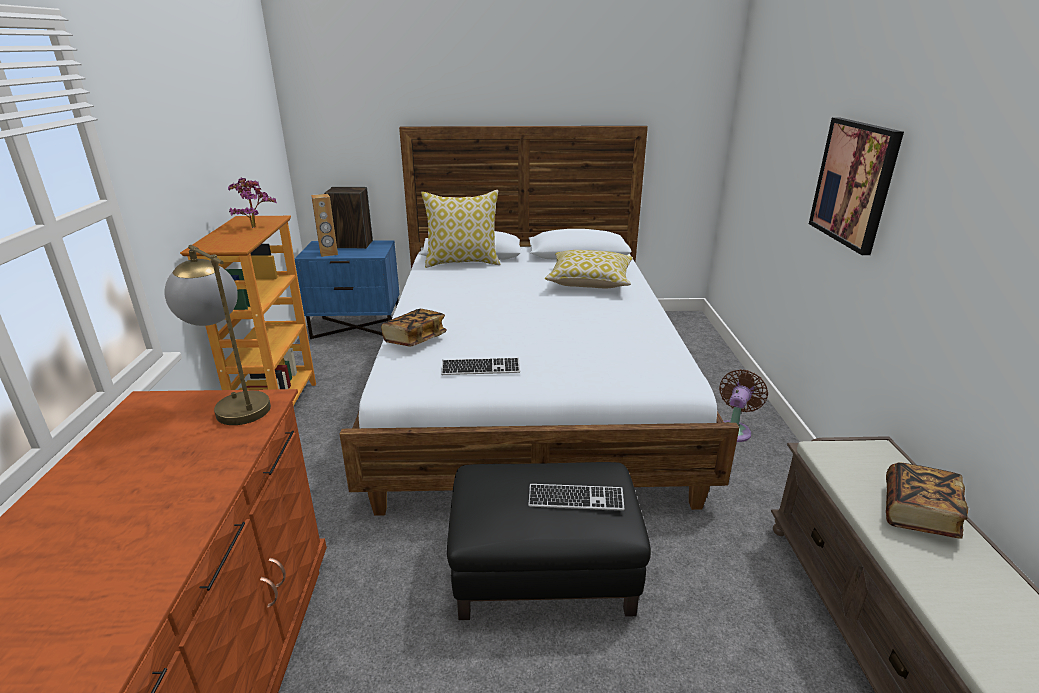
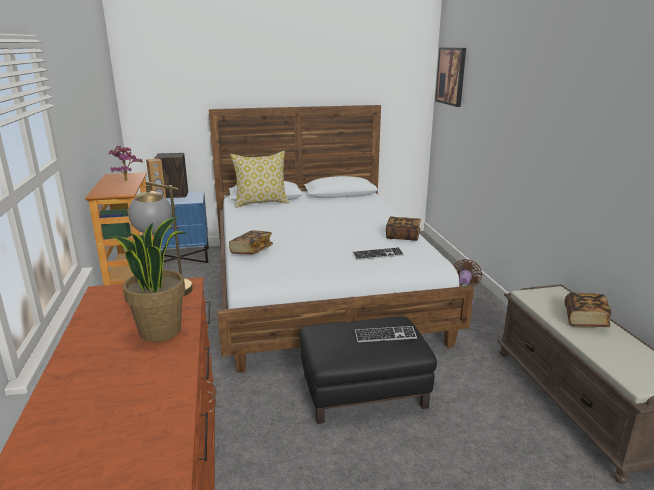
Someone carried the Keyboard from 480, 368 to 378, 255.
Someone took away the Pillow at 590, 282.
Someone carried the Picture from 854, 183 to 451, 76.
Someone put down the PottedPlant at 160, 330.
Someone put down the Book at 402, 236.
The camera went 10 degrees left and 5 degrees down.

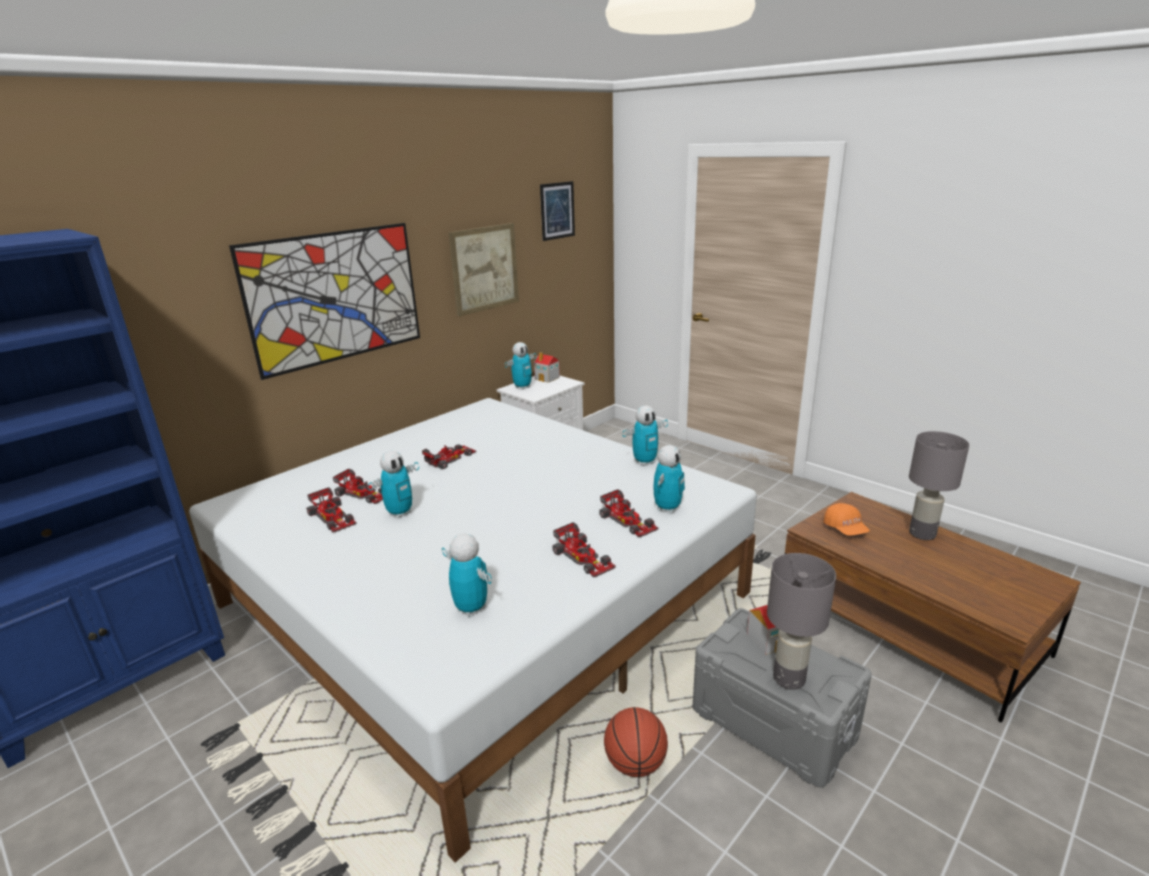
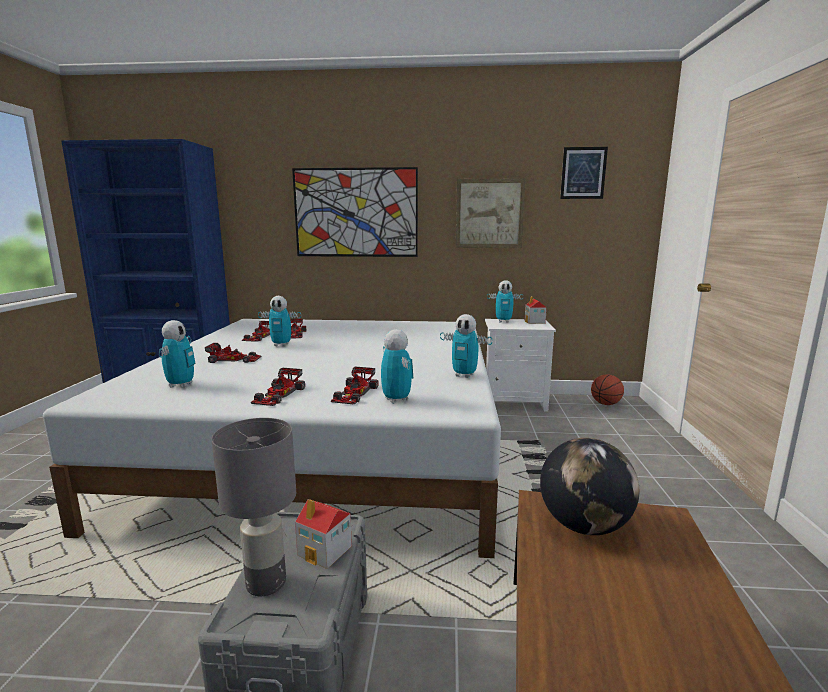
Someone carried the ToyCar from 450, 458 to 234, 359.
Someone carried the Basketball from 635, 764 to 605, 404.
Someone rotated the ToyRobot at 667, 508 by 105 degrees counterclockwise.
Someone swapped the OrangeCap at 845, 529 for the Globe at 583, 526.
Someone took away the GreyTableLamp at 922, 534.
The camera went 50 degrees right and 10 degrees down.

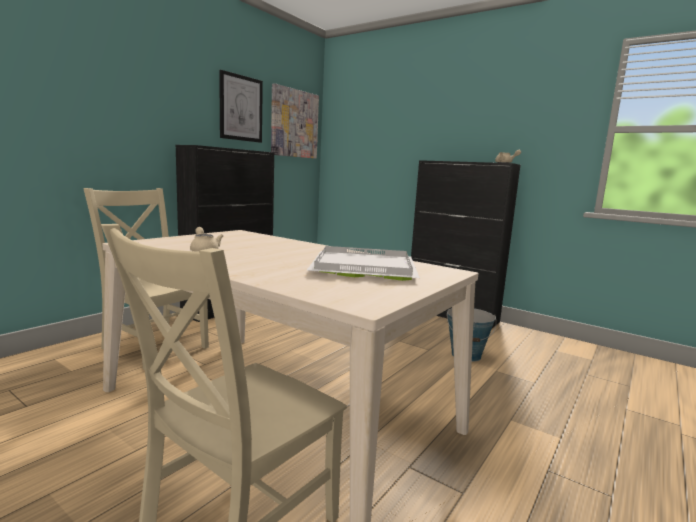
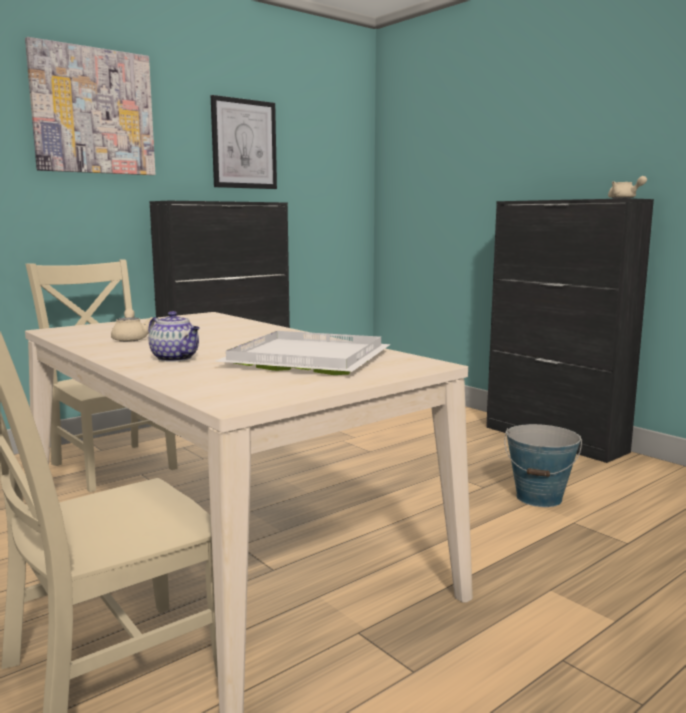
Someone carried the Picture from 294, 123 to 93, 111.
Someone put down the Teapot at 176, 358.
The camera went 15 degrees right and 0 degrees up.

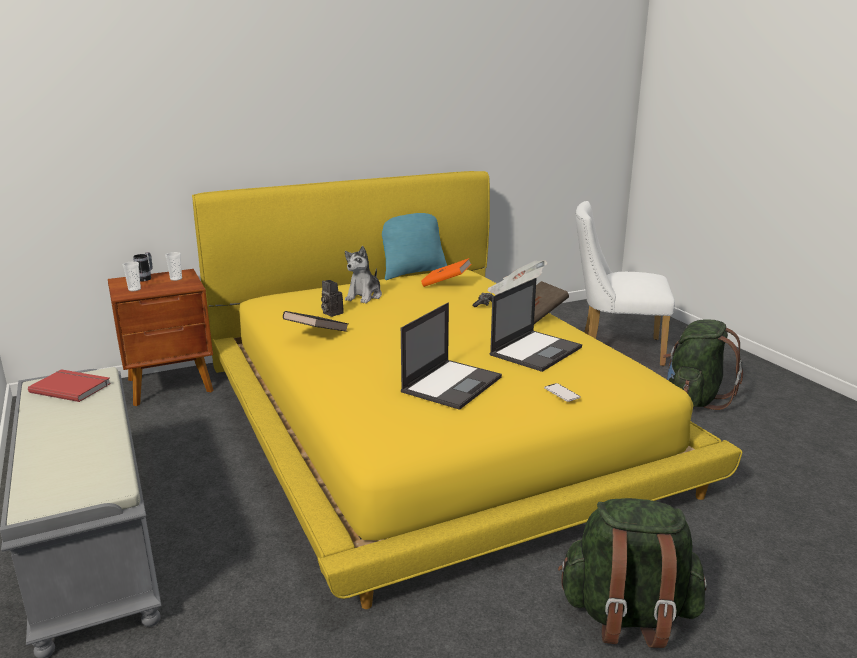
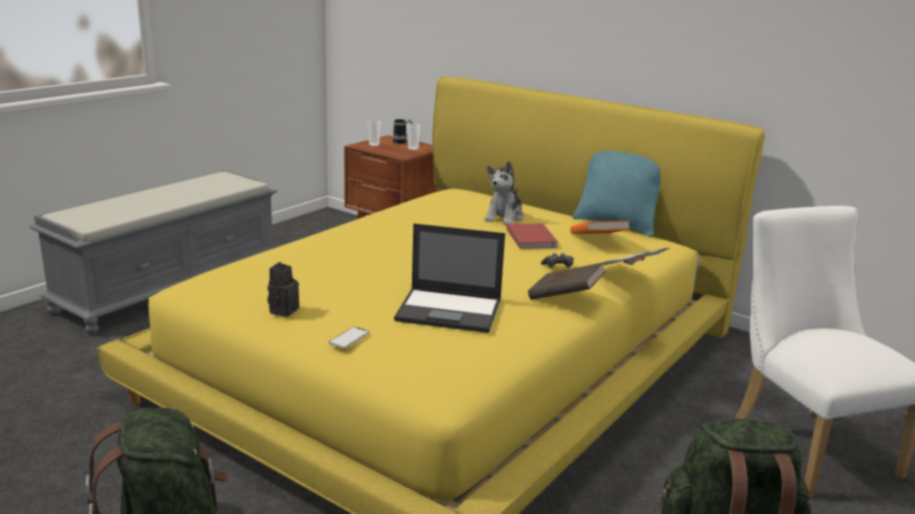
Someone carried the RedBook from 71, 387 to 533, 238.
Someone took away the BlackBook at 316, 334.
Someone carried the PhotoCamera from 331, 313 to 283, 310.
Someone rotated the PlushToy at 364, 296 by 60 degrees counterclockwise.
Someone took away the Laptop at 452, 384.
The camera went 60 degrees right and 0 degrees up.

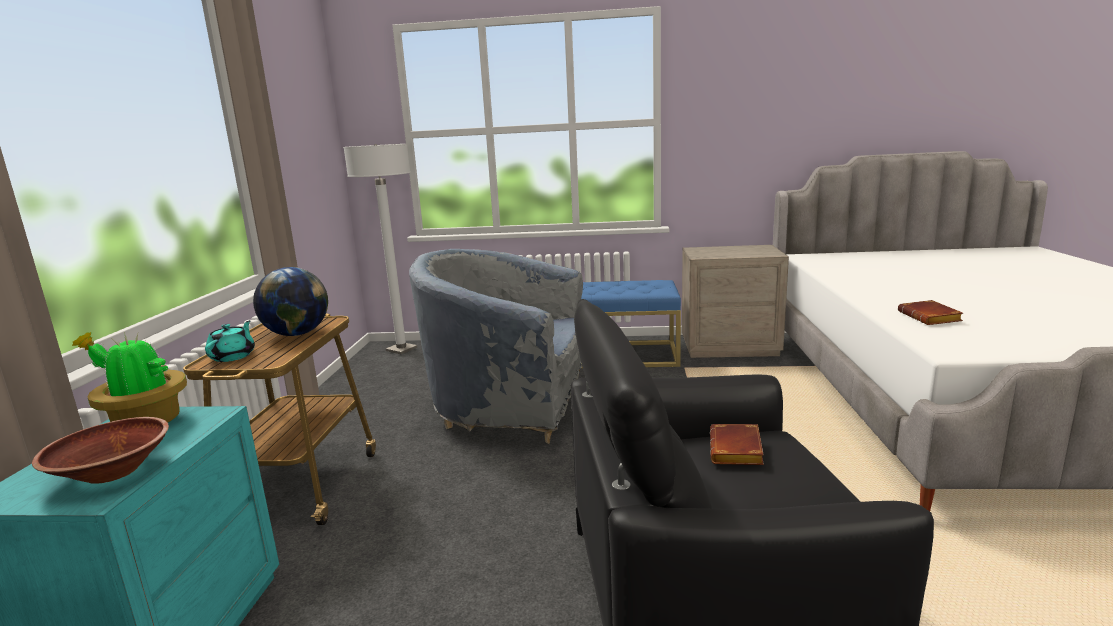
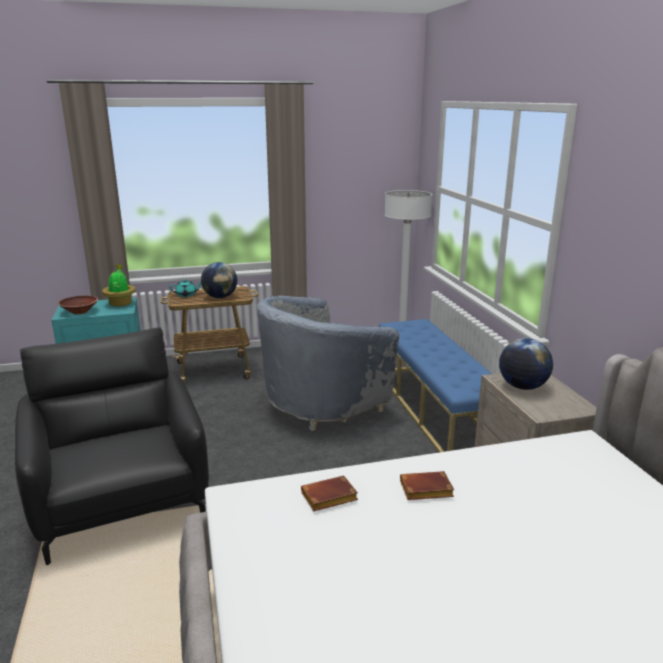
Someone rotated the GreyArmchair at 511, 409 by 120 degrees counterclockwise.
Someone carried the BrownBook from 738, 451 to 425, 491.
Someone put down the Globe at 522, 387.
The camera went 70 degrees right and 5 degrees up.

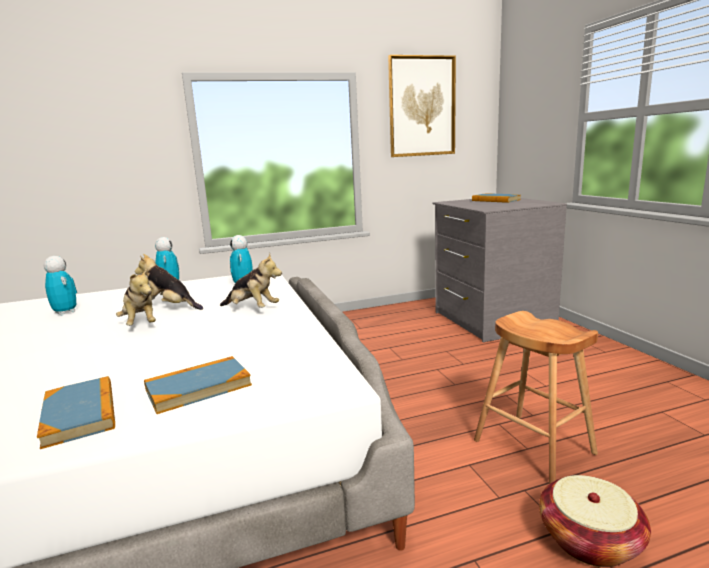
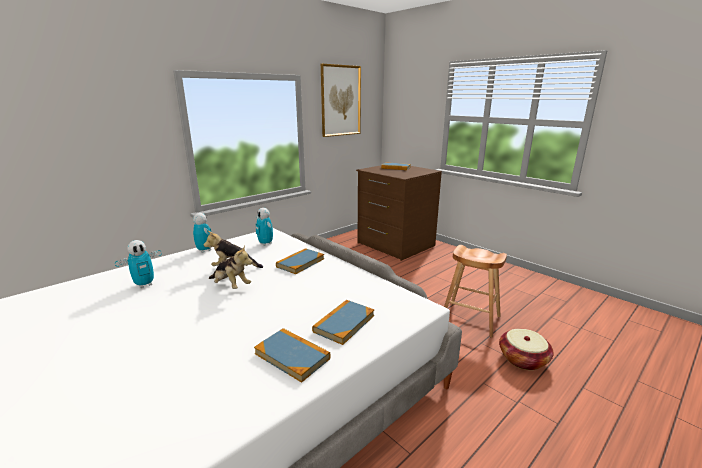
Someone rotated the ToyRobot at 65, 312 by 120 degrees clockwise.
Someone swapped the PlushToy at 252, 309 for the Book at 300, 263.
Someone repainted the GreyDresser at 491, 320, which became the BrownDresser at 395, 245.
The camera went 25 degrees left and 5 degrees up.

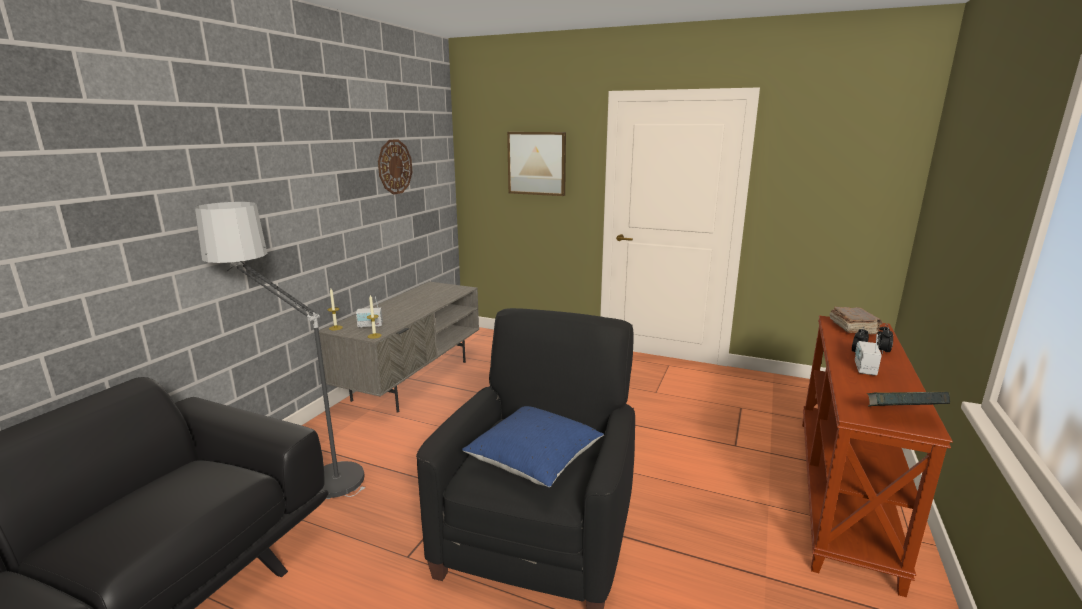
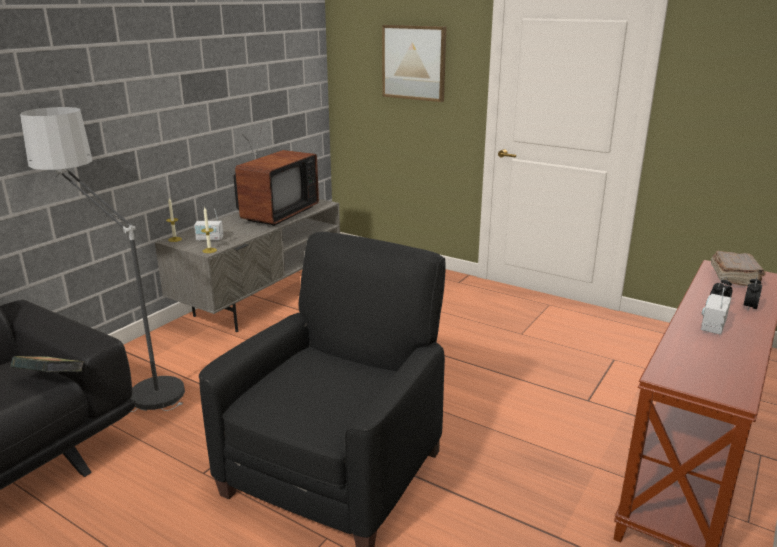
Someone took away the WallClock at 394, 167.
Someone took away the BluePillow at 534, 461.
Someone carried the Book from 901, 417 to 51, 380.
Someone put down the Television at 275, 214.
The camera went 10 degrees right and 5 degrees up.

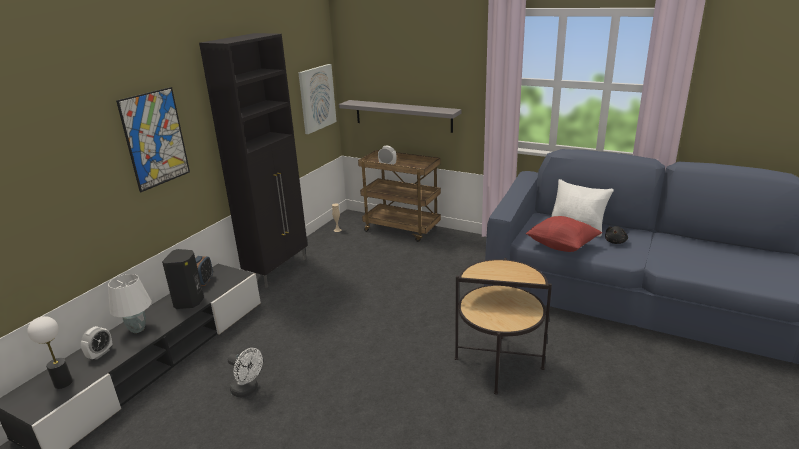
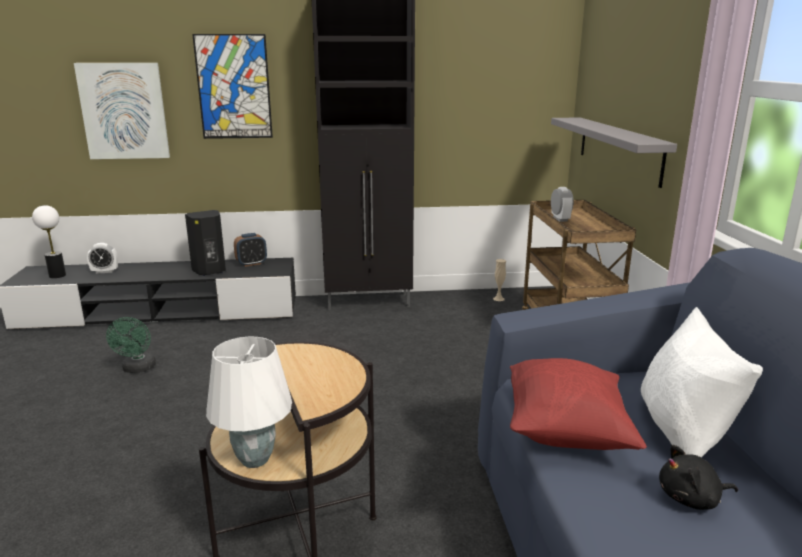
Someone carried the WhiteTableLamp from 137, 329 to 255, 459.
Someone repainted the WhiteFan at 248, 390, which became the GreenFan at 138, 369.
Someone carried the Picture from 317, 98 to 124, 111.
The camera went 55 degrees right and 5 degrees down.

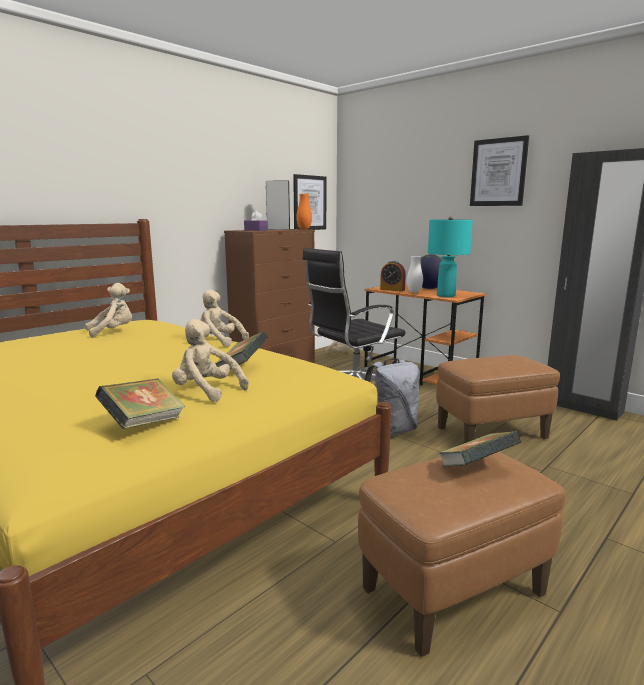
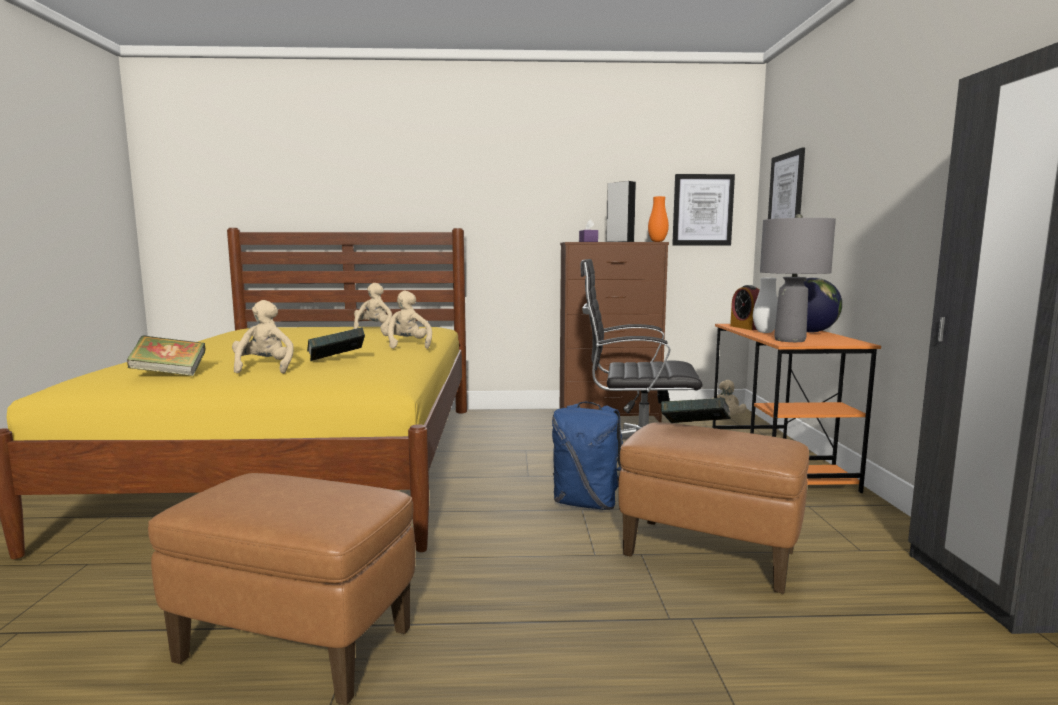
Someone rotated the BeigePlushToy at 113, 332 by 105 degrees counterclockwise.
Someone repainted the GreyBackpack at 390, 431, which became the BlueBackpack at 587, 503.
Someone repainted the TurquoiseTableLamp at 446, 296, which became the GreyTableLamp at 789, 340.
Someone carried the Book from 476, 468 to 694, 430.
Someone carried the Picture from 498, 172 to 786, 193.
The camera went 45 degrees right and 5 degrees down.

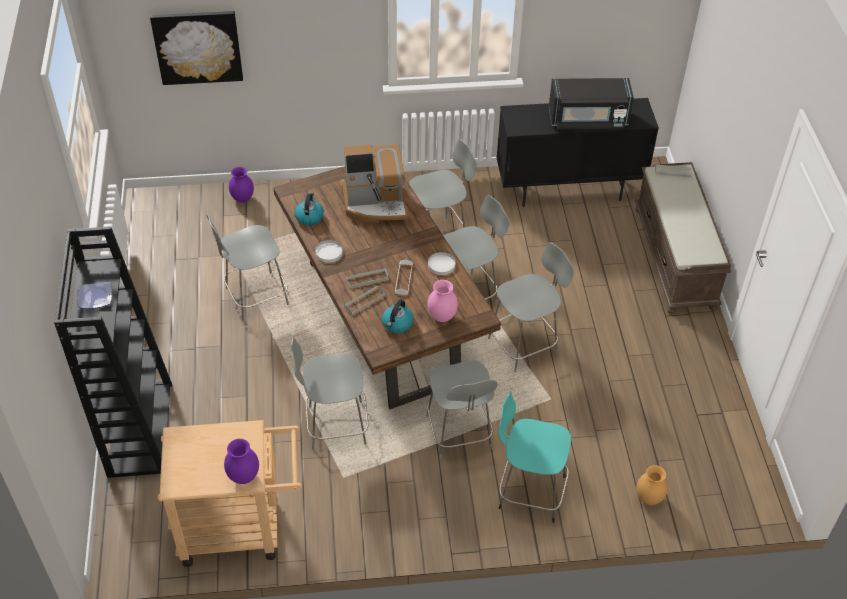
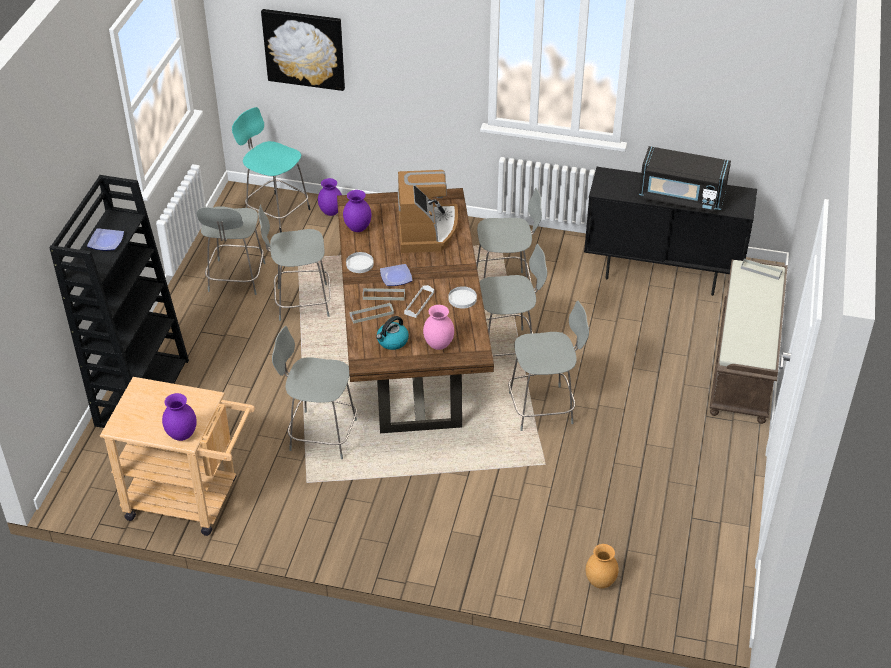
Someone swapped the Kettle at 309, 217 for the PurpleVase at 357, 228.
Someone rotated the CoffeeMachine at 376, 204 by 105 degrees counterclockwise.
Someone carried the GreyChair from 459, 434 to 236, 279.
Someone carried the TurquoiseStool from 529, 491 to 276, 212.
Someone put down the Plate at 395, 277.
The camera went 20 degrees right and 5 degrees down.

